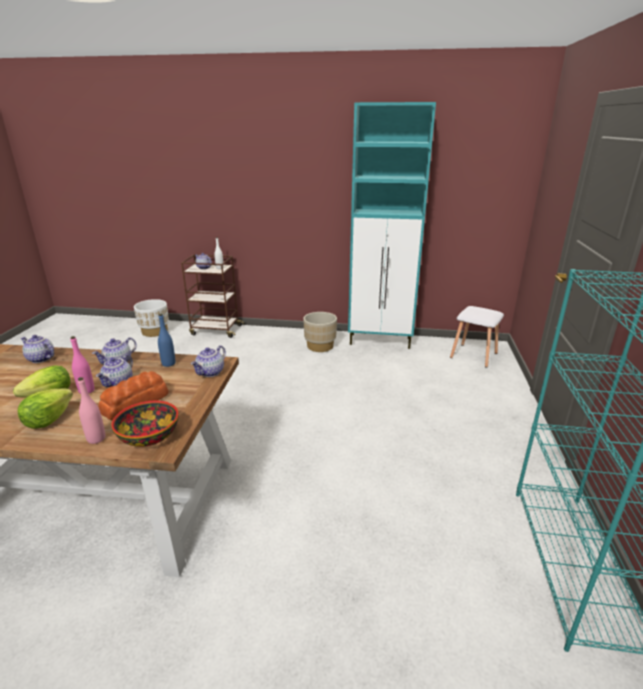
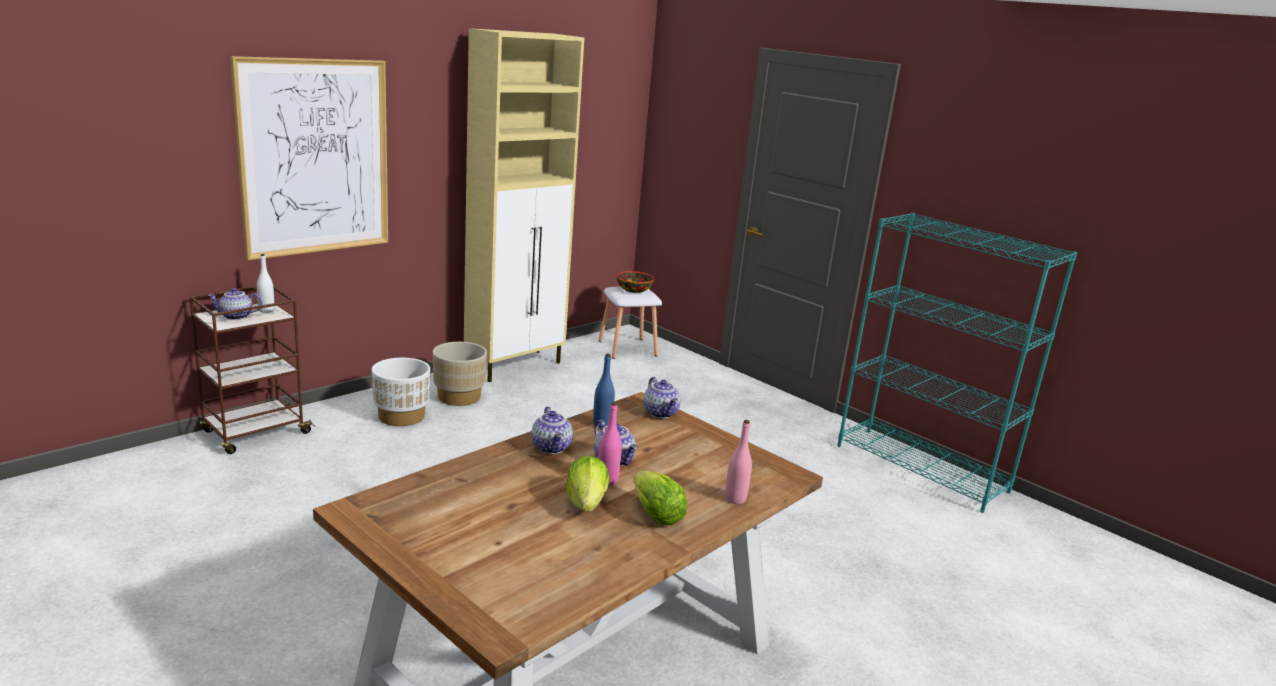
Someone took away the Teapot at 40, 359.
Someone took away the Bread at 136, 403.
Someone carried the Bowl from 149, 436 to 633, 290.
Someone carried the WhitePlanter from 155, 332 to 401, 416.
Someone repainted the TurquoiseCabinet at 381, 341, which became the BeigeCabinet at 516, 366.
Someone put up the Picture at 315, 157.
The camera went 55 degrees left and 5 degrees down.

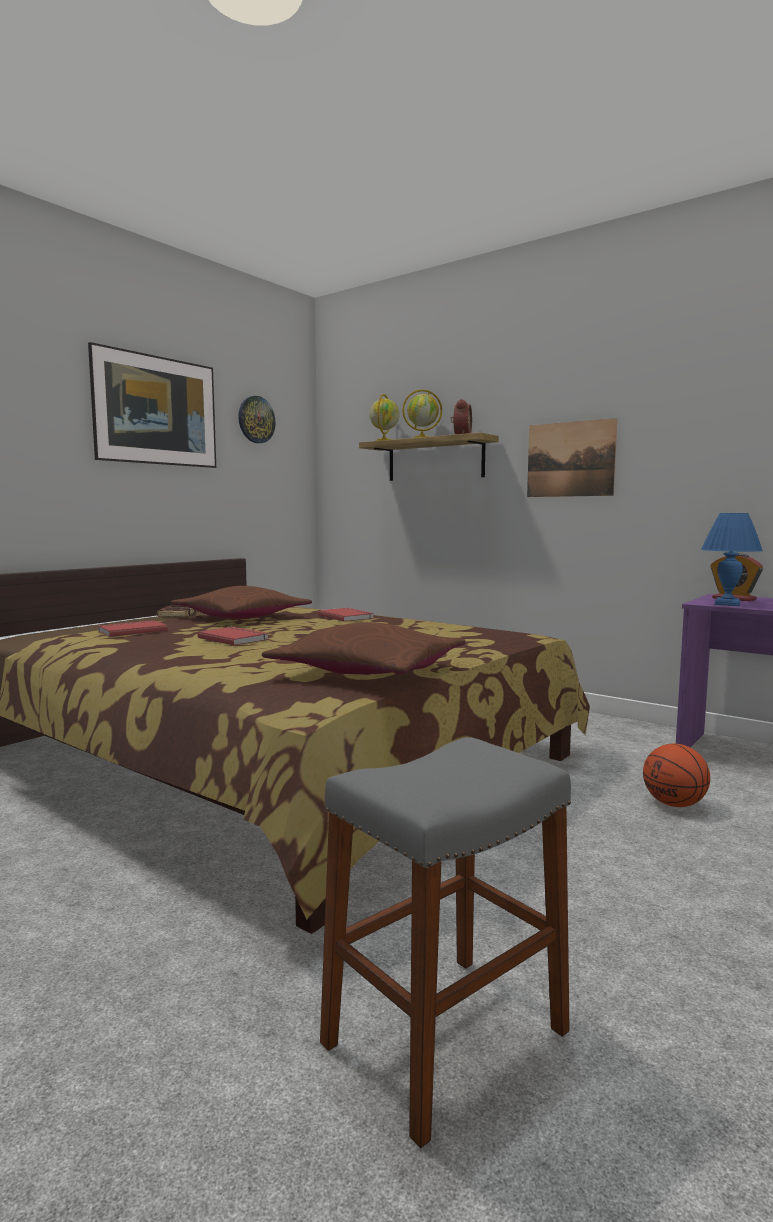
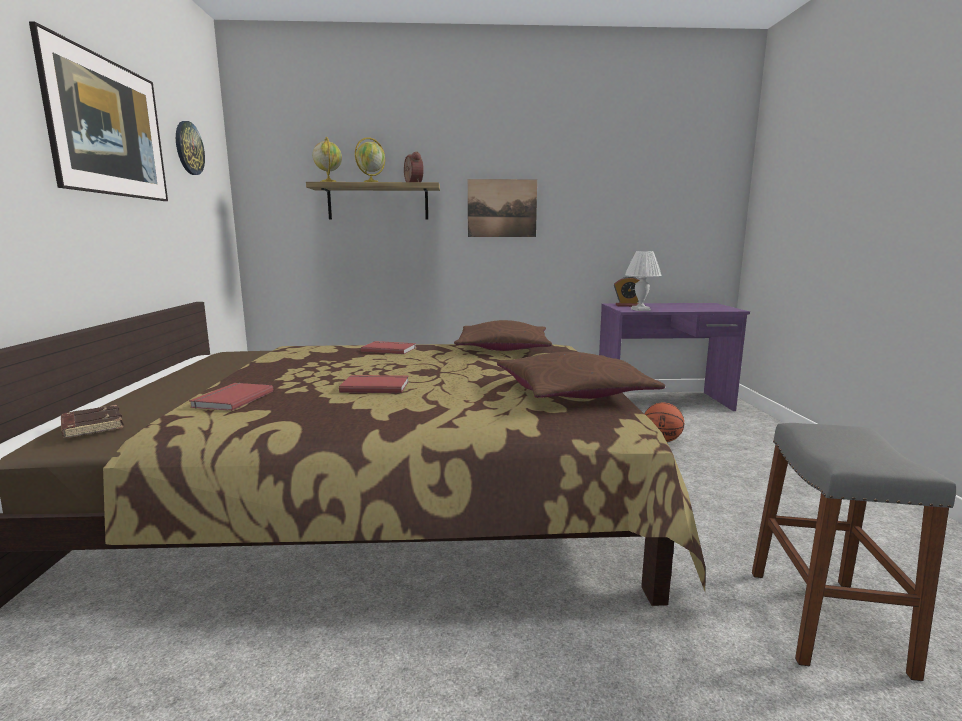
Someone carried the BrownBook from 177, 614 to 91, 426.
Someone carried the BrownPillow from 242, 617 to 503, 349.
Someone repainted the BlueTableLamp at 727, 604, which became the WhiteTableLamp at 641, 310.
The camera went 40 degrees left and 5 degrees up.

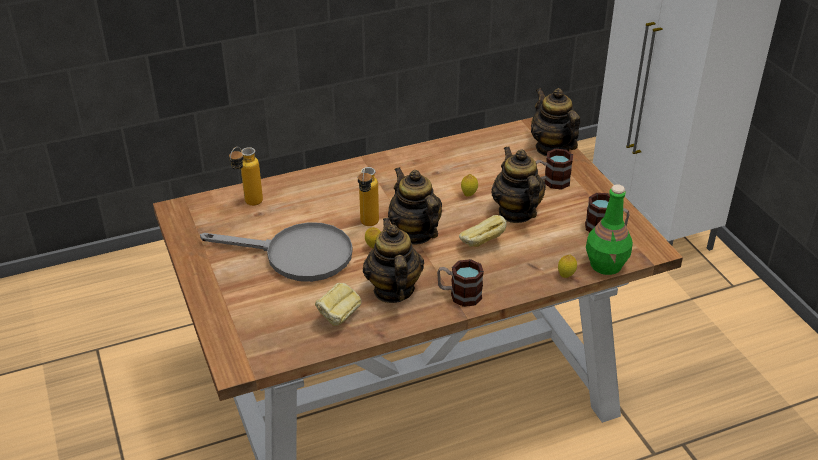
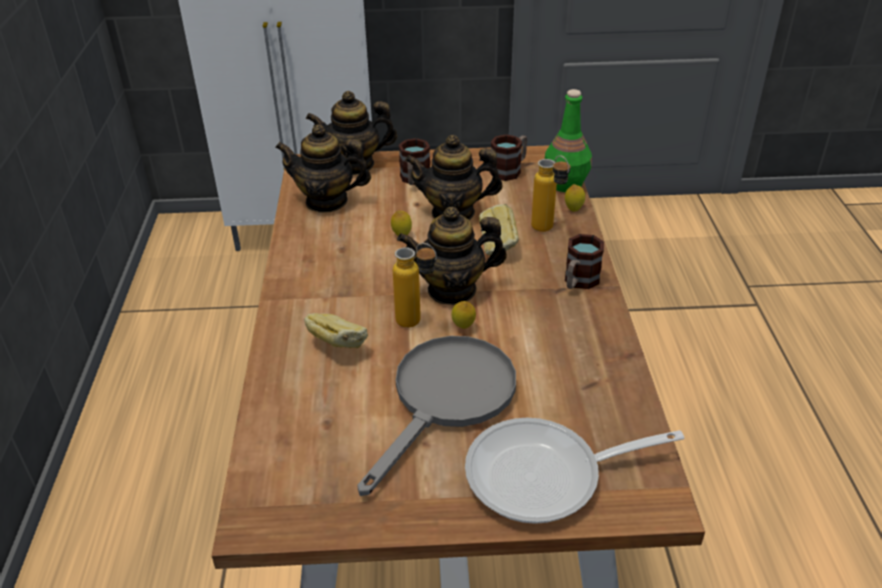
Someone carried the Bottle from 248, 205 to 548, 230.
Someone carried the Bread from 338, 317 to 337, 347.
Someone carried the Teapot from 393, 290 to 327, 201.
Someone put down the FryingPan at 545, 476.
The camera went 70 degrees left and 0 degrees up.

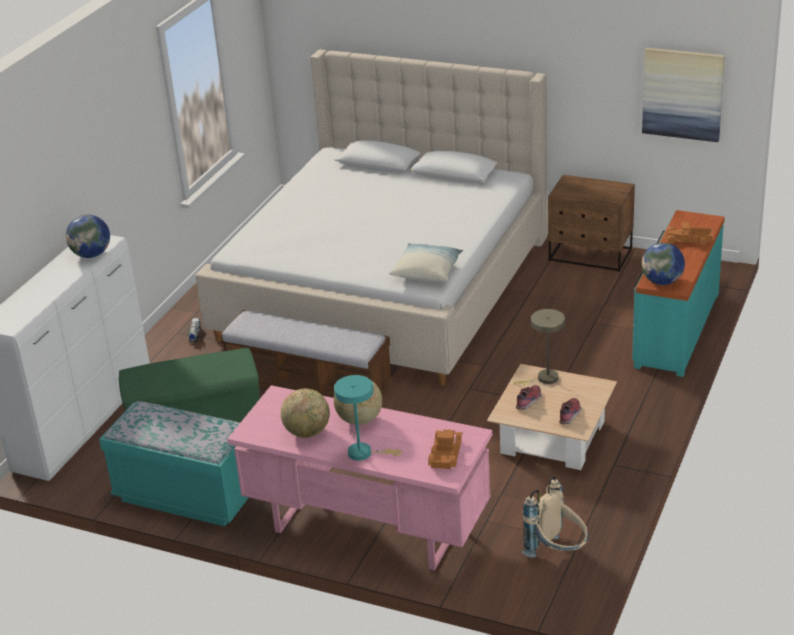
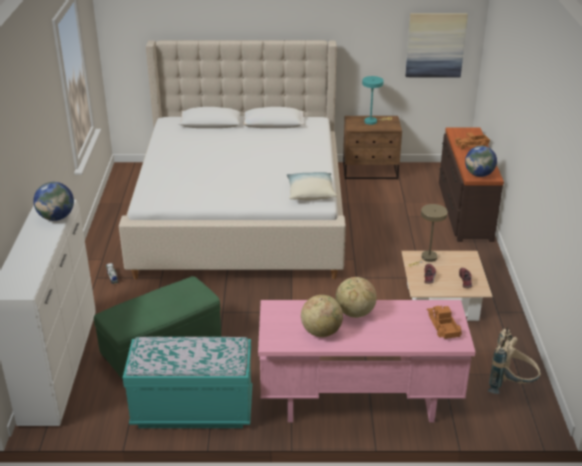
Someone took away the Bench at 309, 384.
Someone carried the TurquoiseTableLamp from 364, 453 to 372, 121.
Someone repainted the TurquoiseDresser at 675, 329, which became the BrownDresser at 464, 211.
The camera went 25 degrees left and 0 degrees up.

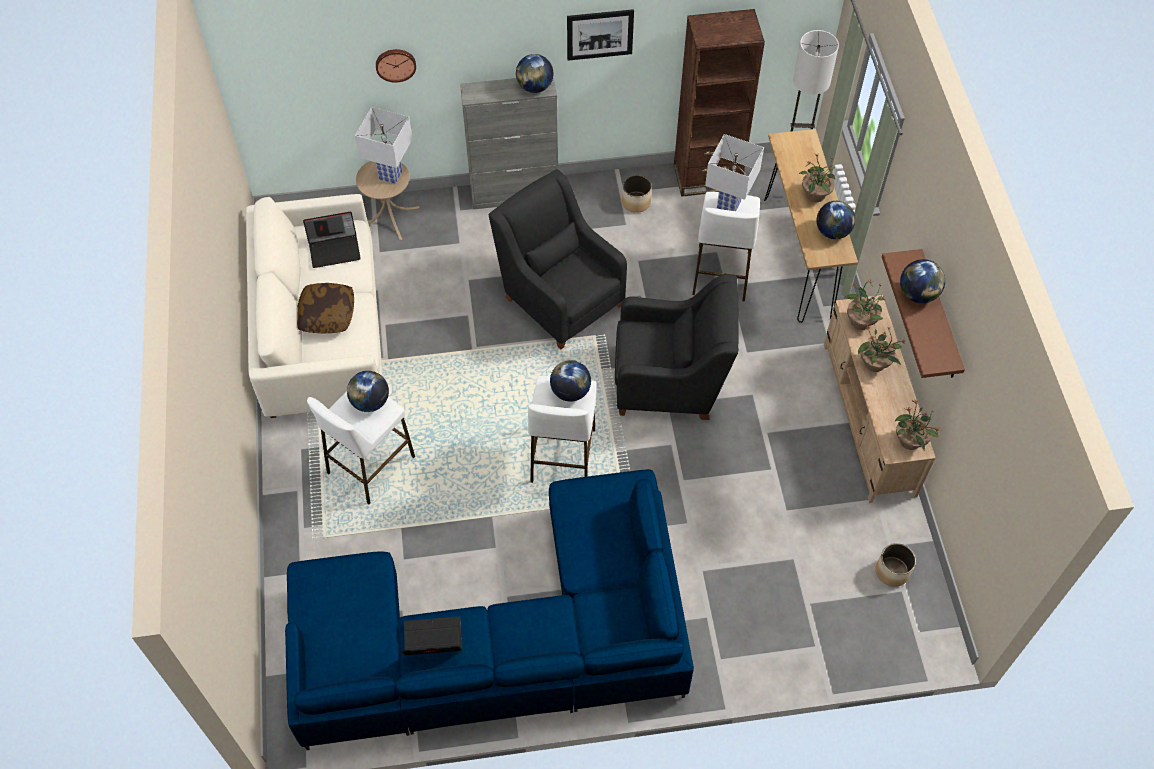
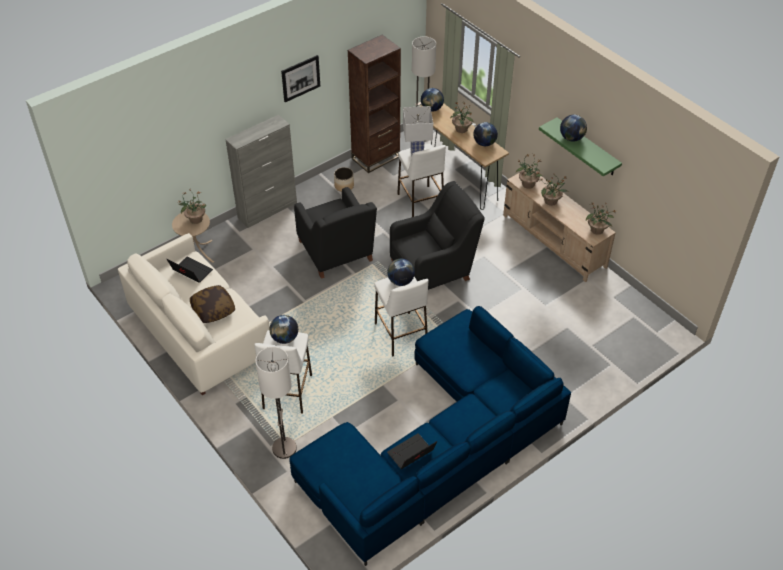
Someone rotated the Laptop at 335, 249 by 105 degrees counterclockwise.
Someone swapped the WhiteTableLamp at 391, 175 for the PottedPlant at 195, 219.
Someone took away the WallClock at 395, 64.
Someone rotated the BlackArmchair at 560, 297 by 135 degrees counterclockwise.
Someone carried the Globe from 535, 87 to 431, 109.
Someone took away the Planter at 892, 571.
Someone repainted the BrownShelf at 939, 317, which became the GreenShelf at 587, 147.
Someone put down the FloorLamp at 284, 448.
The camera went 30 degrees left and 10 degrees down.

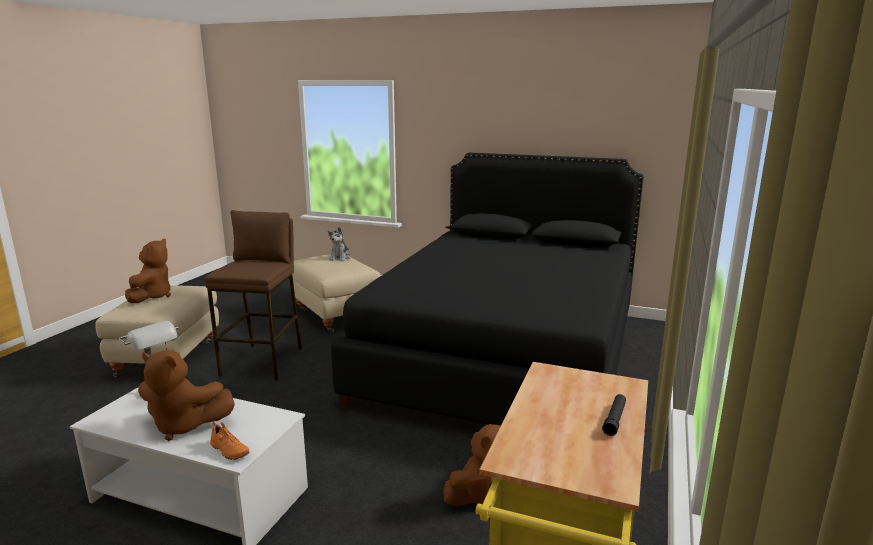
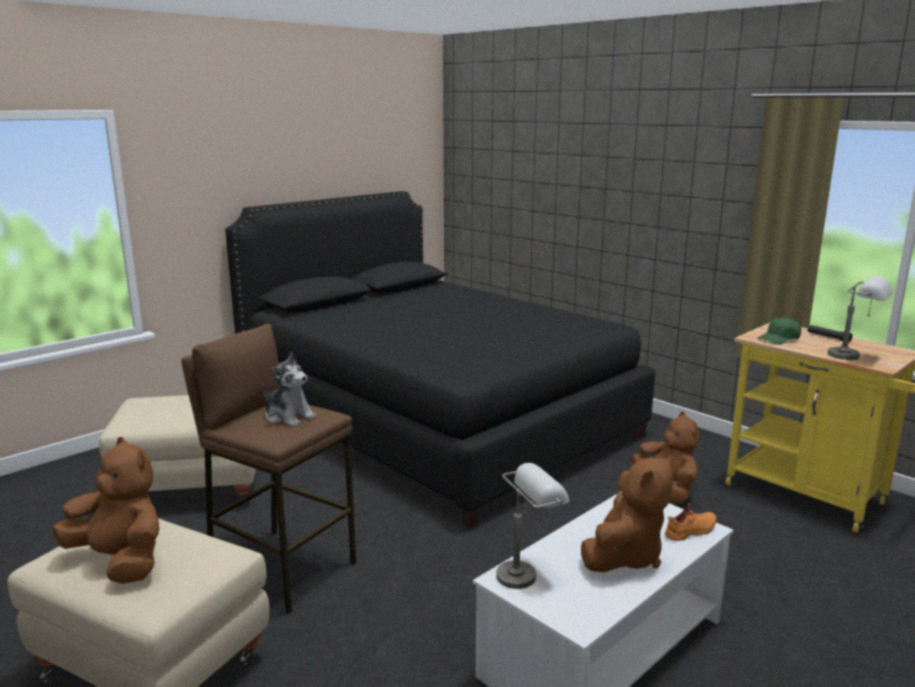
Someone carried the PlushToy from 340, 258 to 288, 416.
Someone put down the GreenCap at 779, 339.
Someone put down the GreyTableLamp at 854, 357.
The camera went 65 degrees left and 0 degrees up.

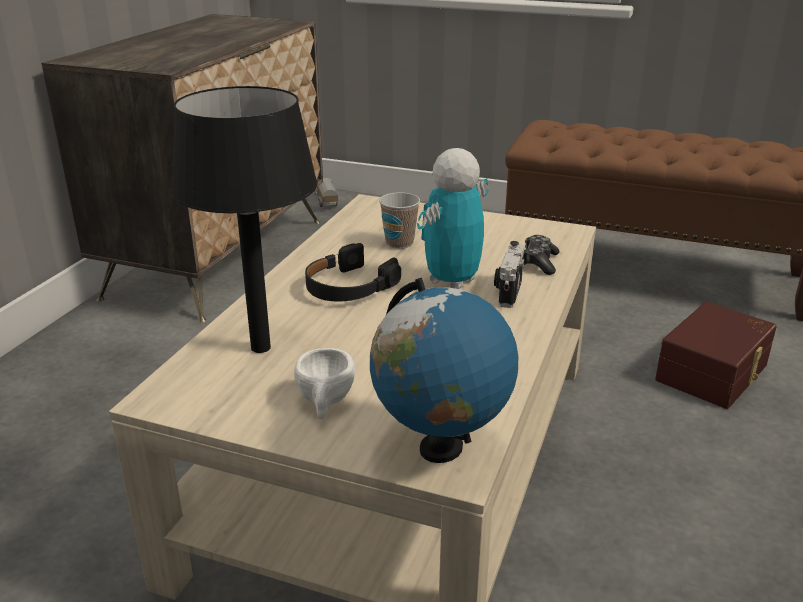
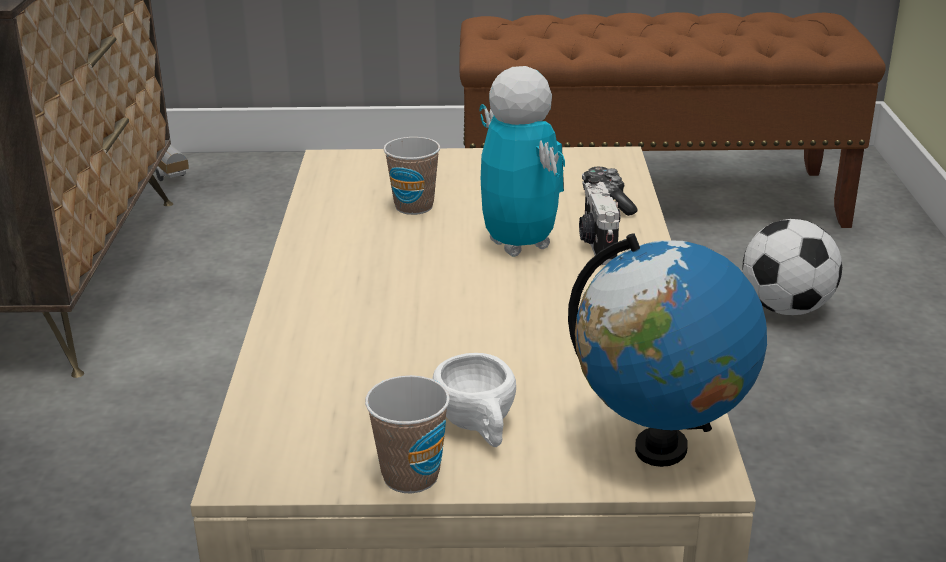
Someone took away the BlackTableLamp at 262, 347.
Someone took away the BlackHeadphones at 348, 287.
Someone rotated the ToyRobot at 452, 281 by 135 degrees clockwise.
Someone swapped the BrownStorageBox at 714, 373 for the Football at 786, 308.
Someone put down the Cup at 410, 476.
The camera went 20 degrees left and 0 degrees up.

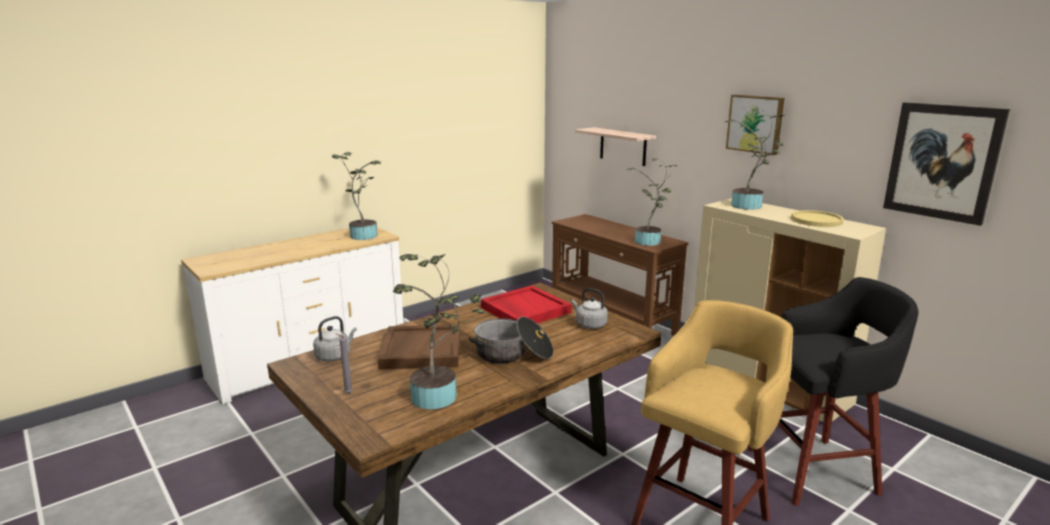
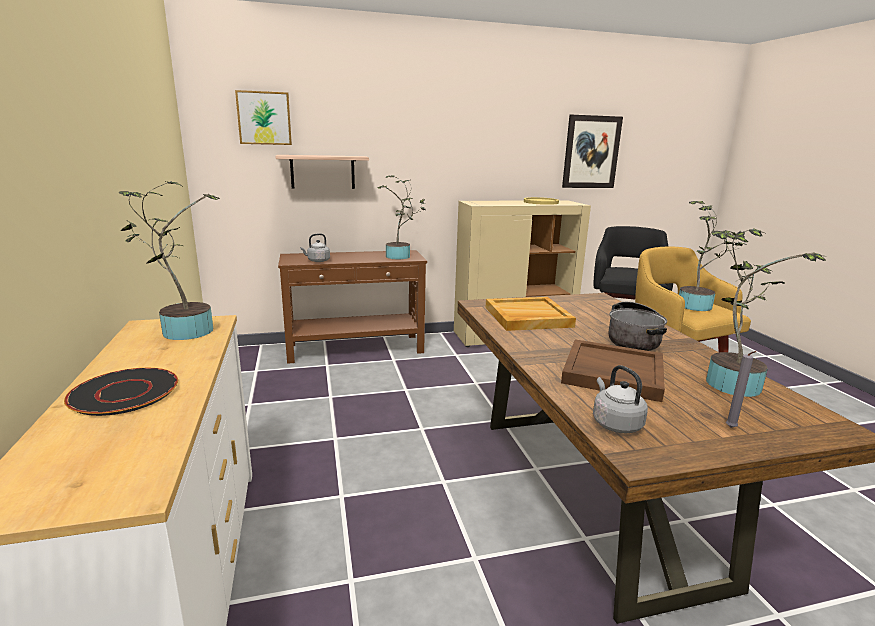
Someone repainted the RedTray at 524, 310, which became the BeigeTray at 527, 317.
Someone carried the GreyKettle from 589, 325 to 317, 261.
Someone carried the PottedPlant from 749, 206 to 698, 306.
Someone carried the Picture from 755, 124 to 264, 118.
Someone put down the BlackPlate at 124, 392.
The camera went 65 degrees left and 0 degrees up.

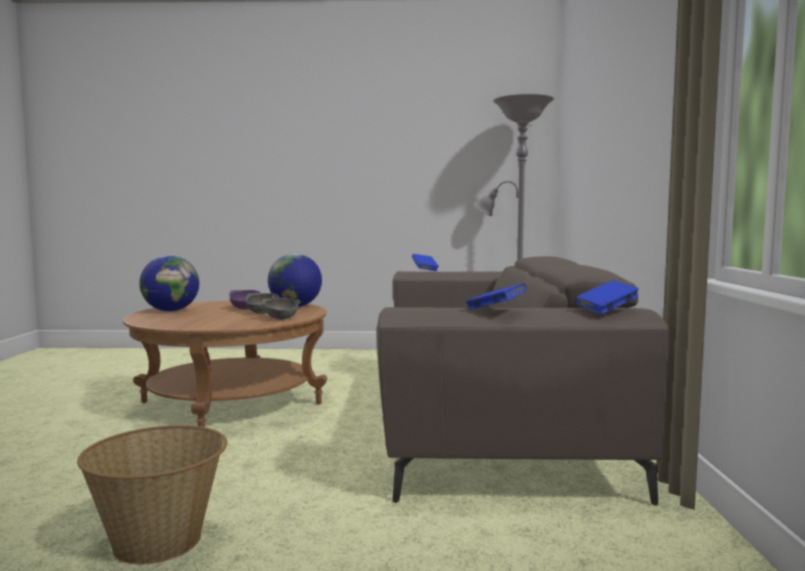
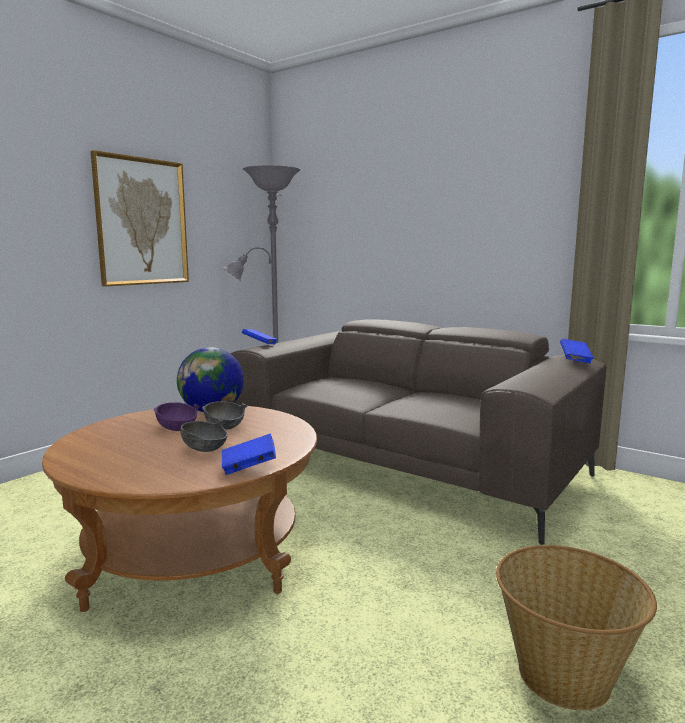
Someone took away the Globe at 171, 311.
Someone carried the GreyBowl from 281, 319 to 205, 449.
Someone carried the BlueBook from 496, 310 to 248, 467.
Someone put up the Picture at 142, 222.
The camera went 55 degrees left and 5 degrees up.

